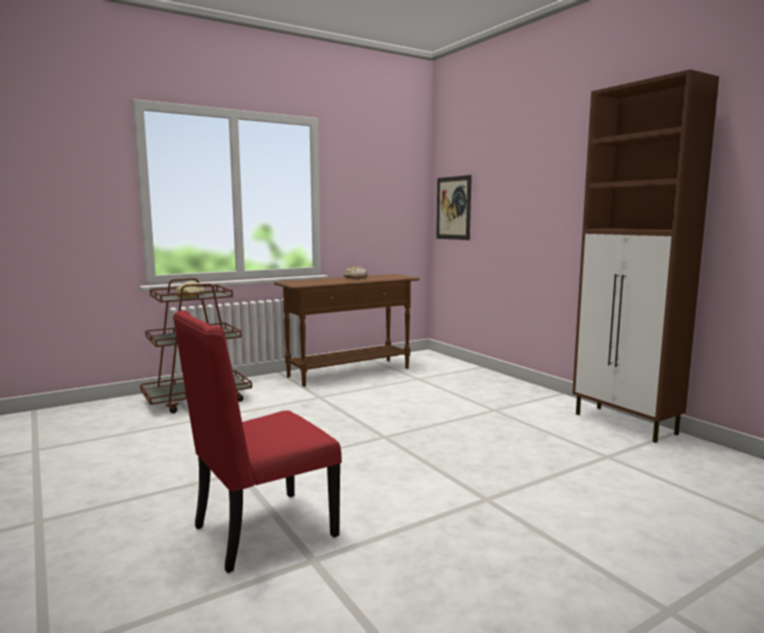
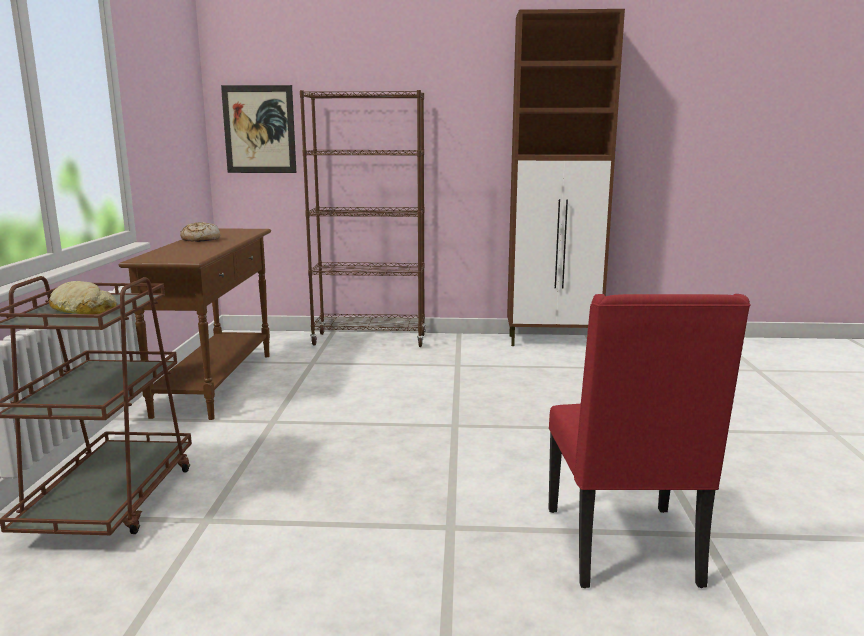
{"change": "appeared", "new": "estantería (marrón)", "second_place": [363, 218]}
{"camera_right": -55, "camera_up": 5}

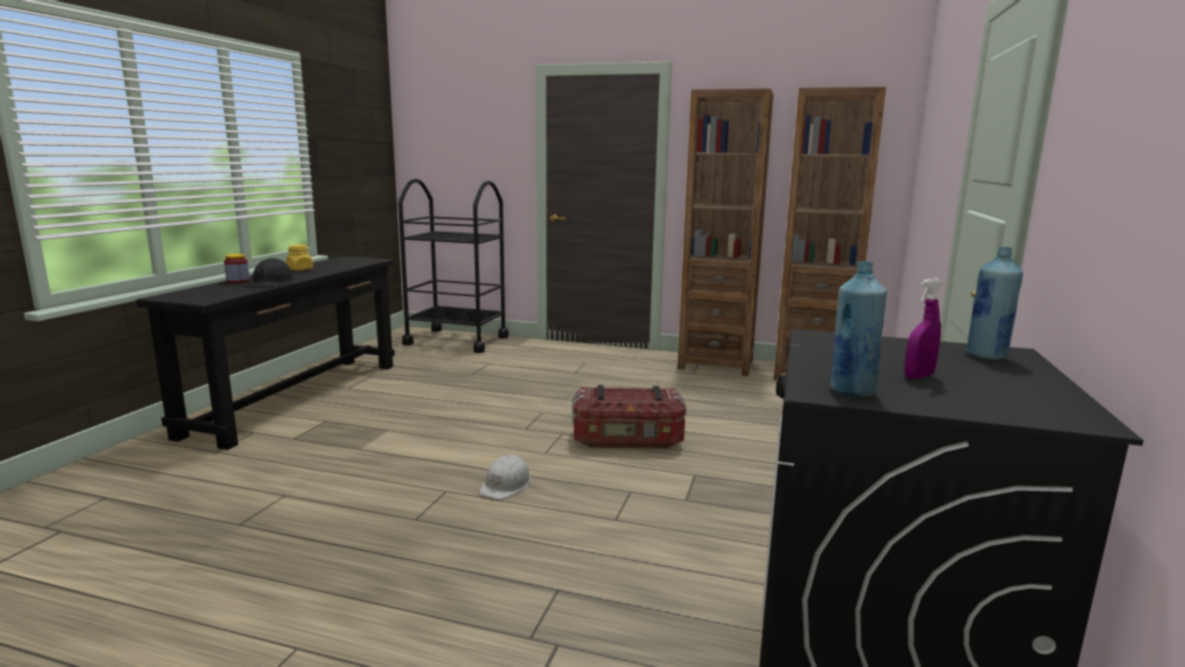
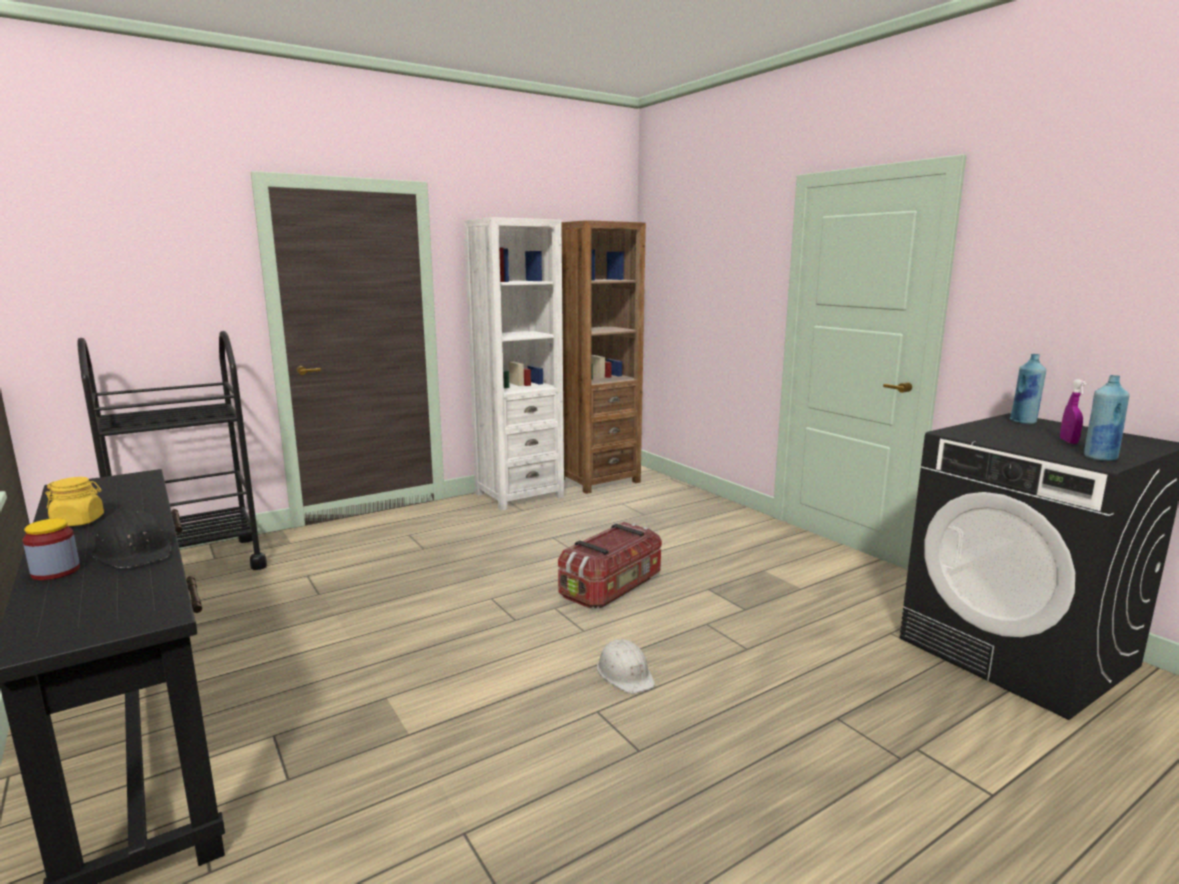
{"change": "colour", "old": "estantería (marrón)", "new": "estantería (blanco)", "first_place": [725, 232], "second_place": [514, 364]}
{"camera_right": -50, "camera_up": 0}

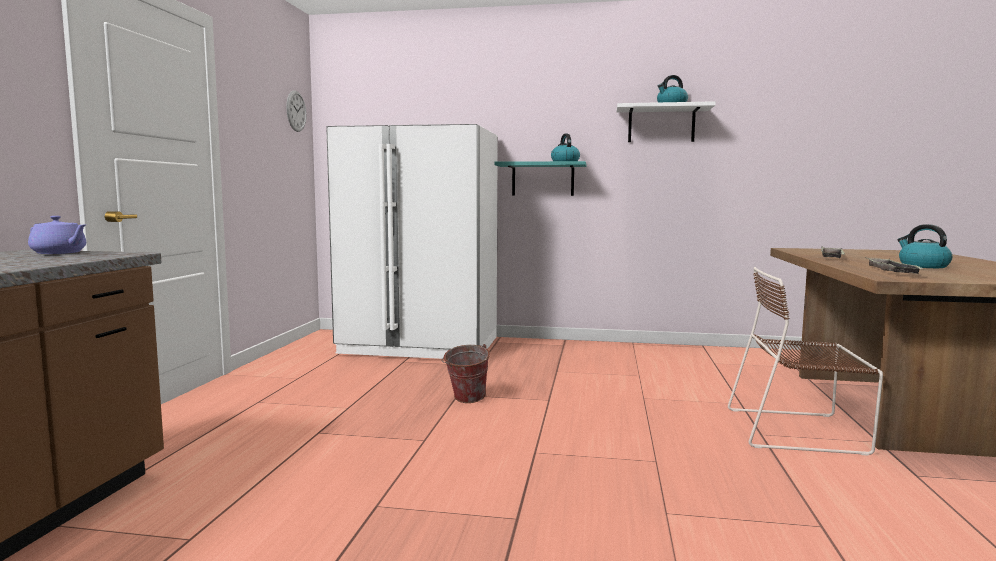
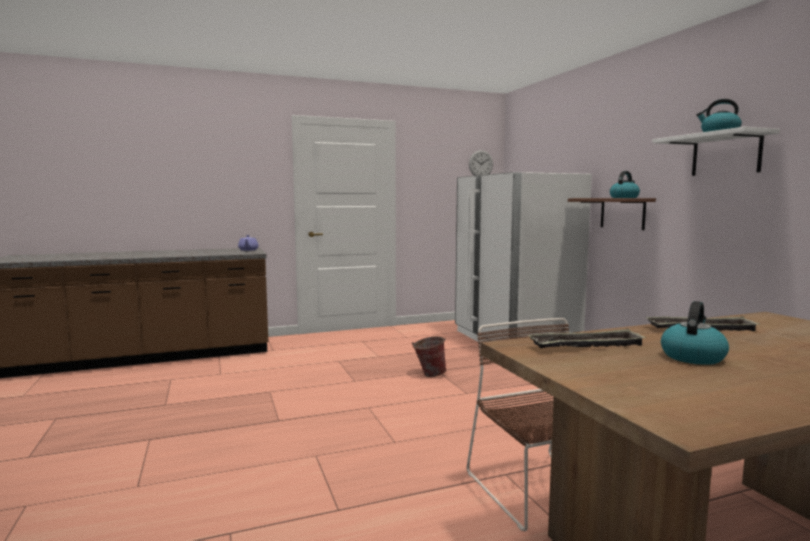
{"change": "colour", "old": "estante (turquesa)", "new": "estante (marrón)", "first_place": [541, 178], "second_place": [612, 214]}
{"camera_right": 60, "camera_up": 0}

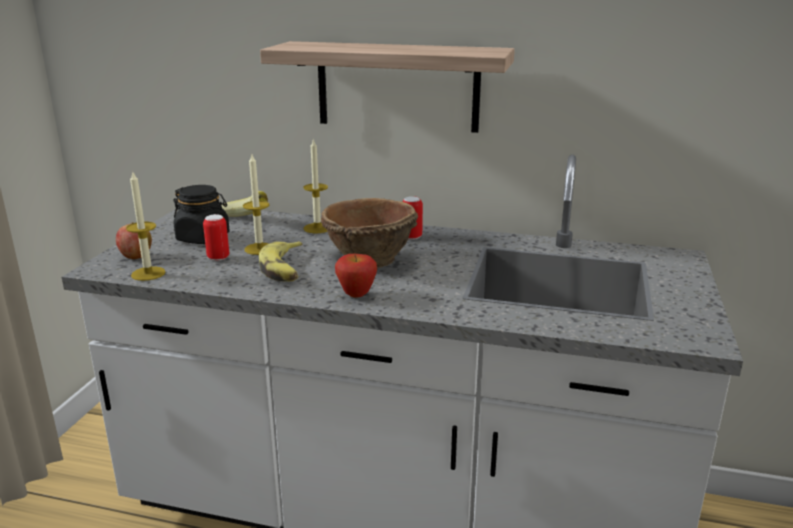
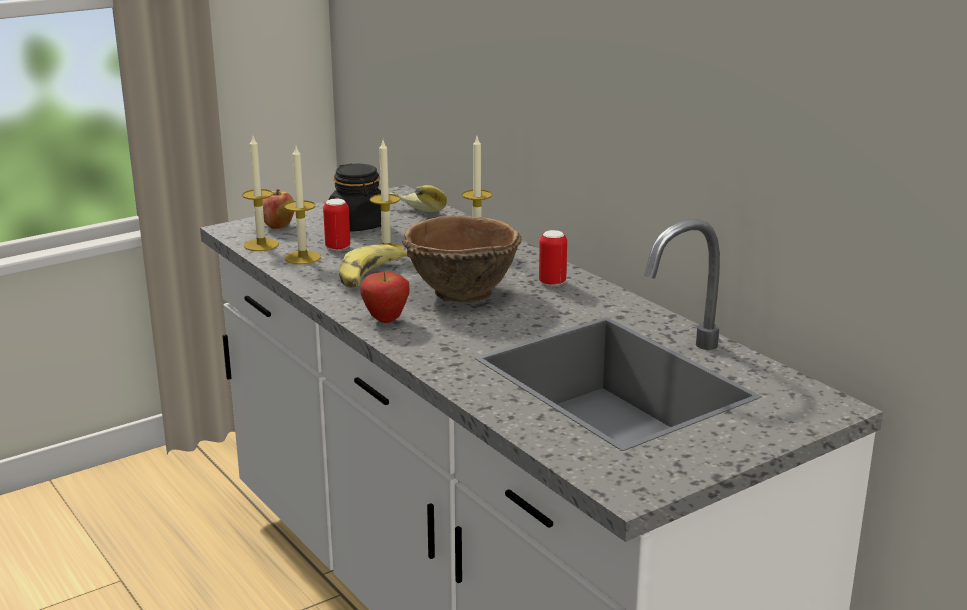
{"change": "missing", "old": "estante", "first_place": [387, 87]}
{"change": "appeared", "new": "vela", "second_place": [302, 205]}
{"camera_right": 40, "camera_up": 0}

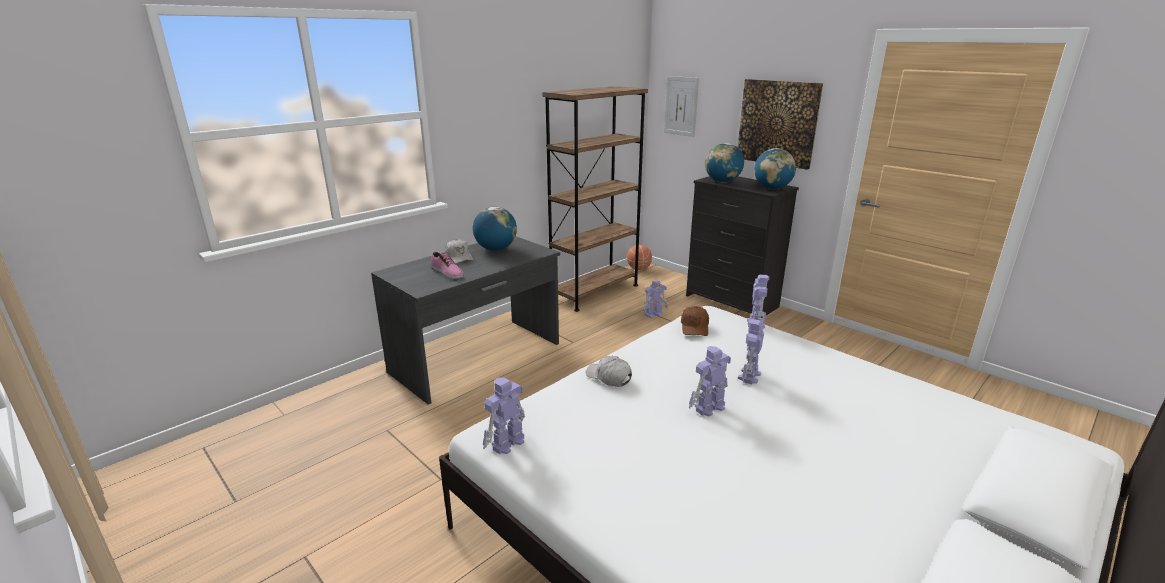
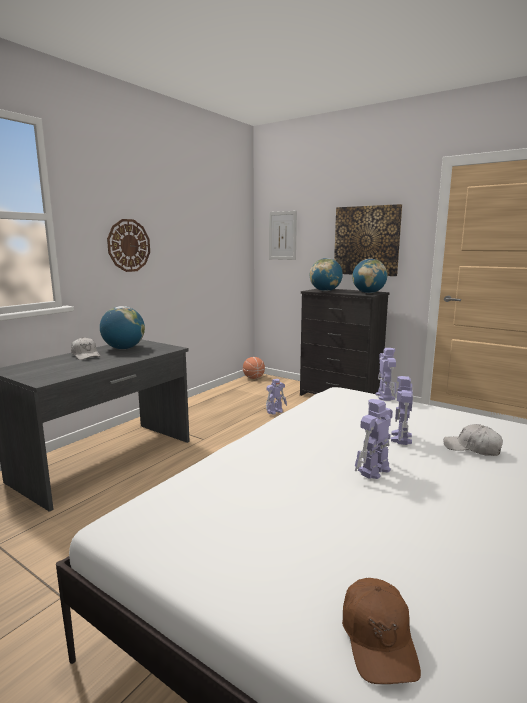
{"change": "missing", "old": "zapato", "first_place": [447, 265]}
{"change": "missing", "old": "robot de juguete", "first_place": [504, 416]}
{"change": "missing", "old": "estantería (marrón)", "first_place": [595, 199]}
{"change": "appeared", "new": "reloj de pared", "second_place": [128, 245]}
{"change": "relocated", "old": "gorra (blanco)", "first_place": [609, 371], "second_place": [473, 440]}
{"change": "relocated", "old": "gorra (marrón)", "first_place": [695, 321], "second_place": [381, 631]}
{"camera_right": -10, "camera_up": -10}

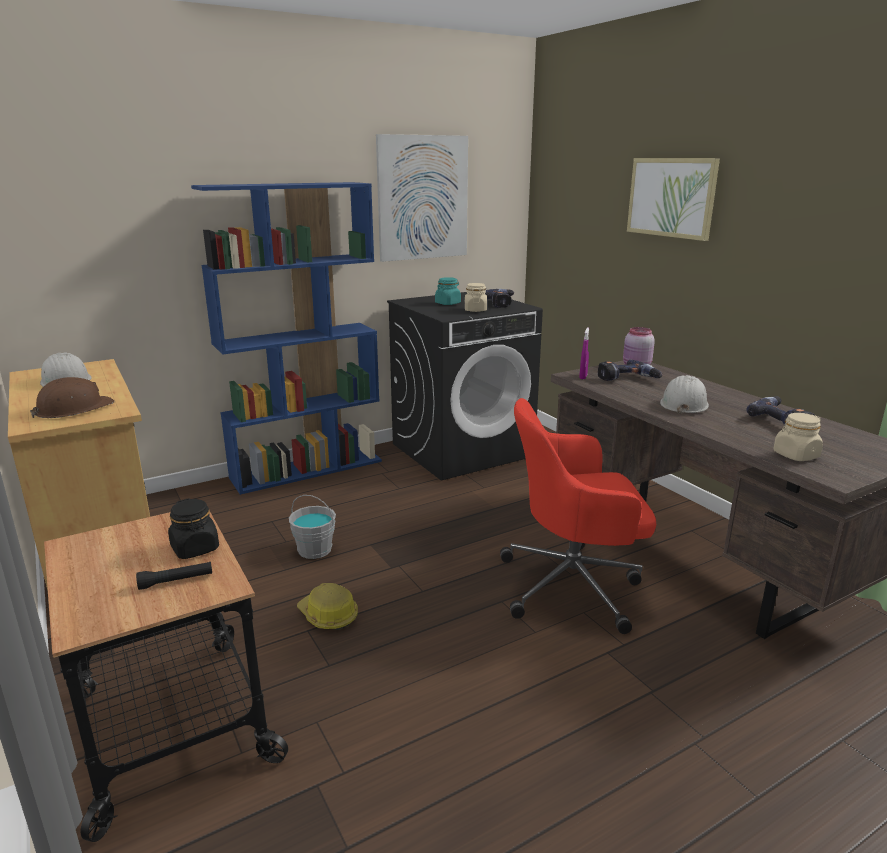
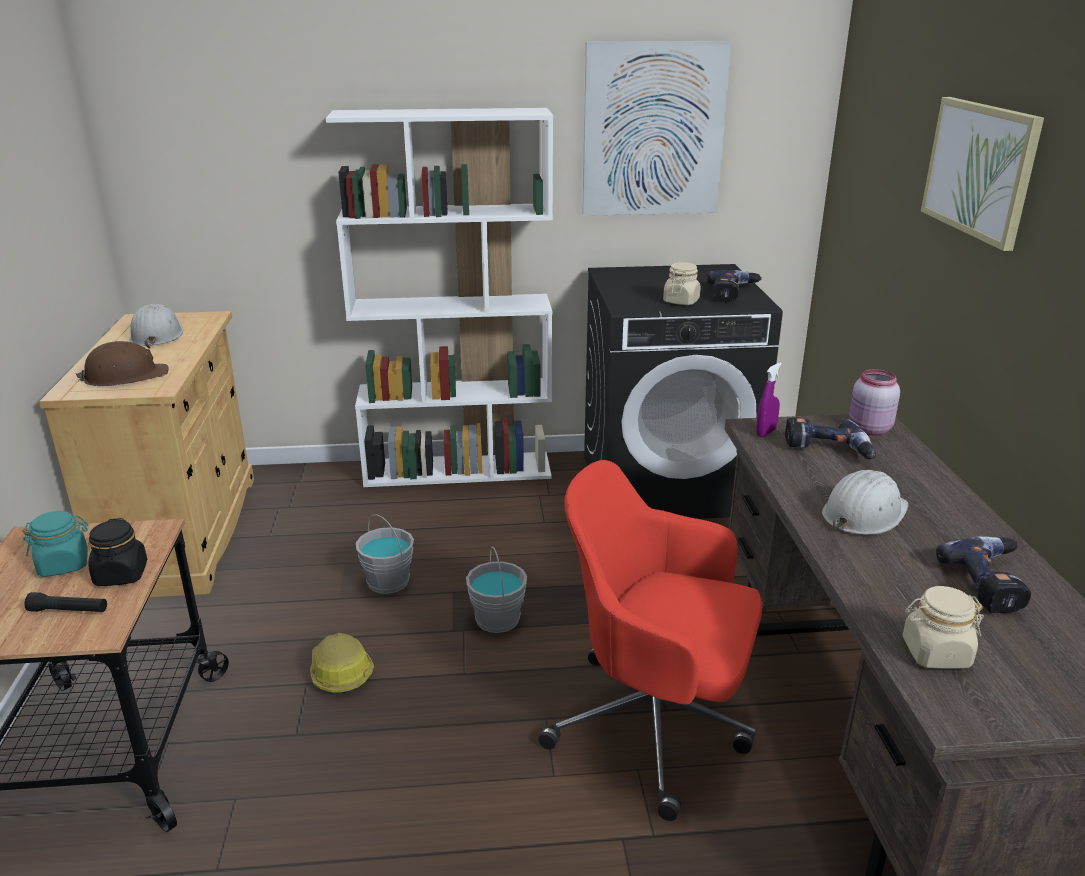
{"change": "appeared", "new": "cubo (gris)", "second_place": [496, 590]}
{"change": "relocated", "old": "tarro (turquesa)", "first_place": [448, 291], "second_place": [55, 544]}
{"change": "colour", "old": "estantería (azul)", "new": "estantería (blanco)", "first_place": [286, 338], "second_place": [439, 297]}
{"camera_right": 25, "camera_up": 5}

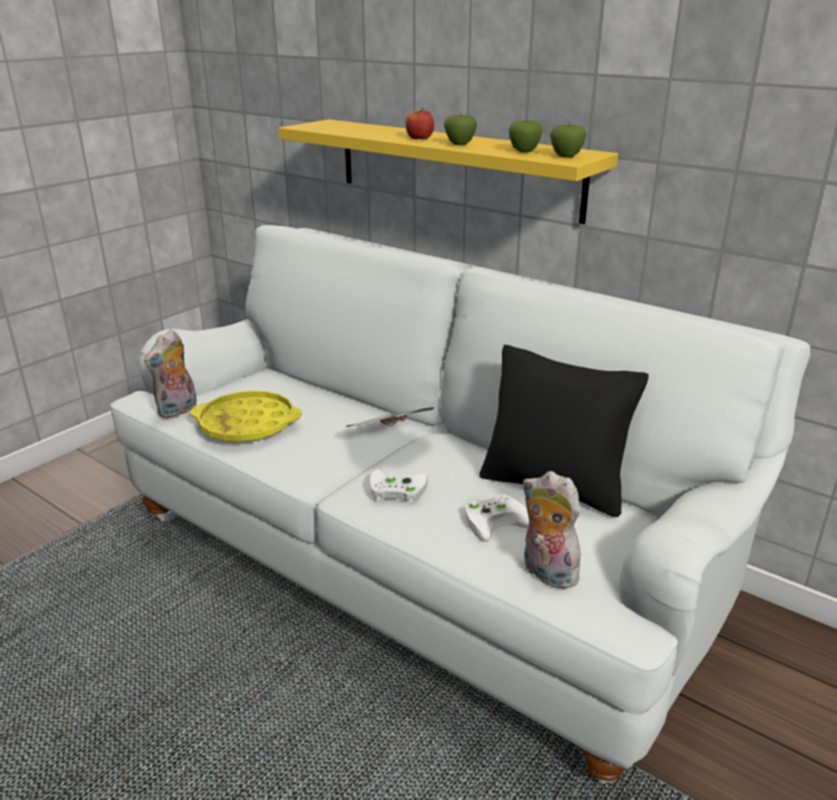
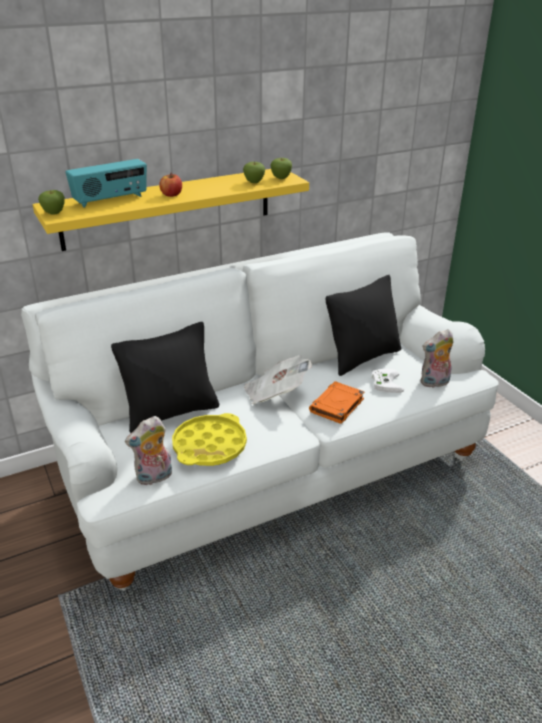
{"change": "appeared", "new": "radio", "second_place": [106, 183]}
{"change": "appeared", "new": "cojín (negro)", "second_place": [165, 377]}
{"change": "relocated", "old": "manzana", "first_place": [460, 129], "second_place": [51, 202]}
{"change": "exchanged", "old": "mando de consola (blanco)", "new": "libro (naranja)", "first_place": [399, 486], "second_place": [337, 402]}
{"change": "spun", "old": "peluche", "first_place": [170, 374], "second_place": [148, 450], "degrees": 90}
{"camera_right": -65, "camera_up": 5}

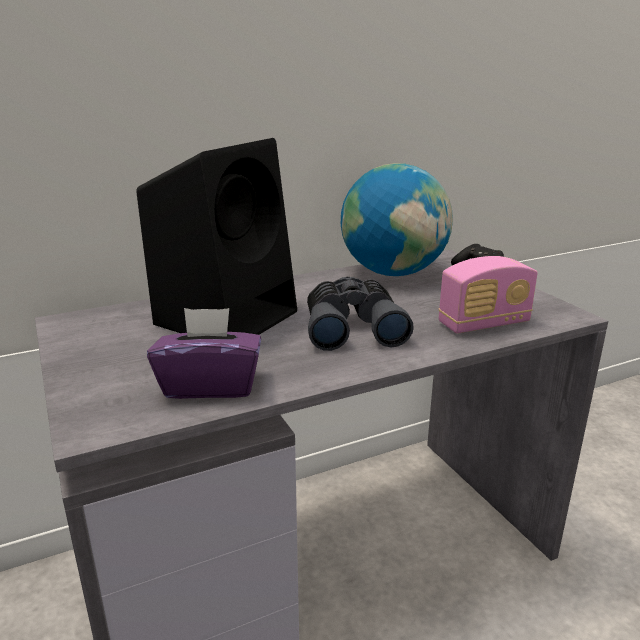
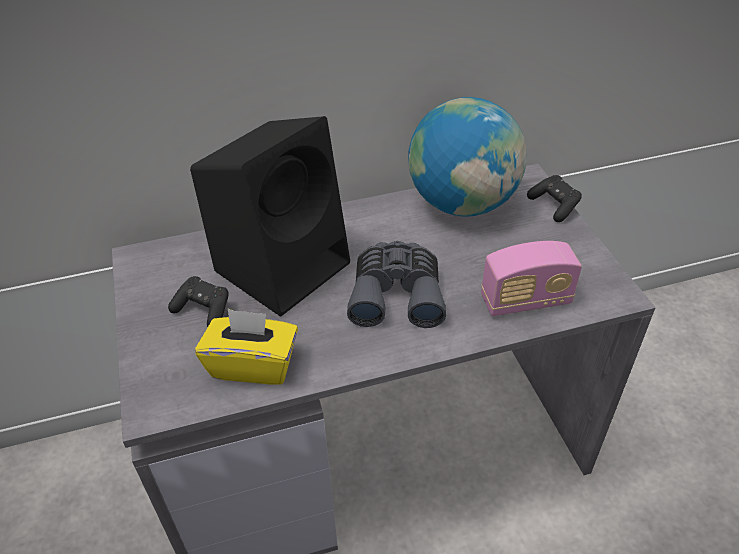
{"change": "appeared", "new": "mando de consola (negro)", "second_place": [198, 301]}
{"change": "colour", "old": "caja de pañuelos (morado)", "new": "caja de pañuelos (amarillo)", "first_place": [204, 353], "second_place": [246, 347]}
{"camera_right": 10, "camera_up": 20}

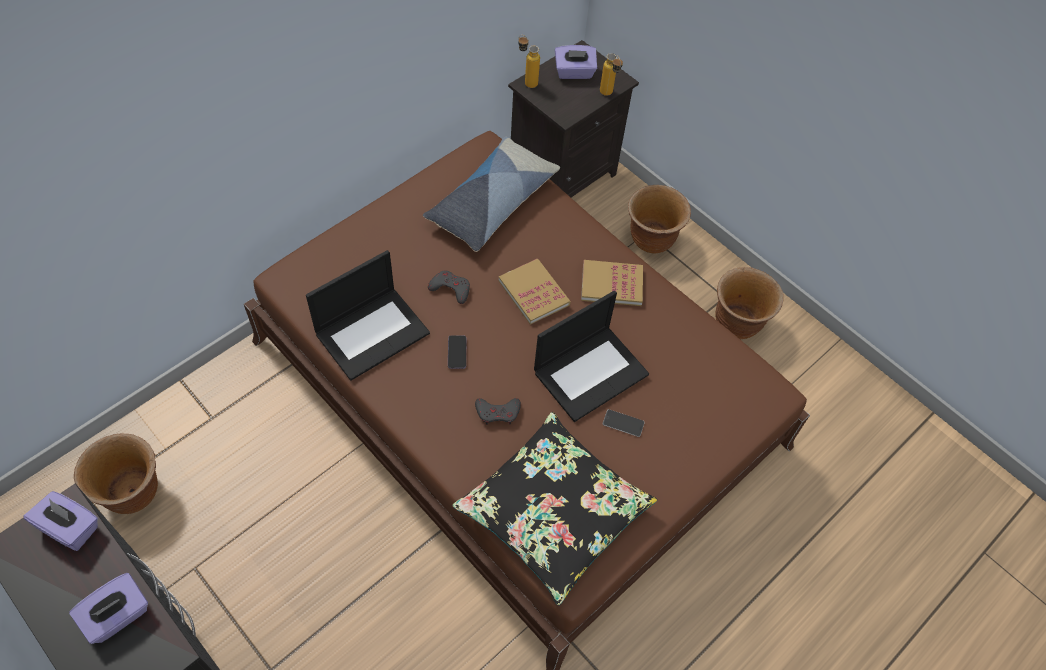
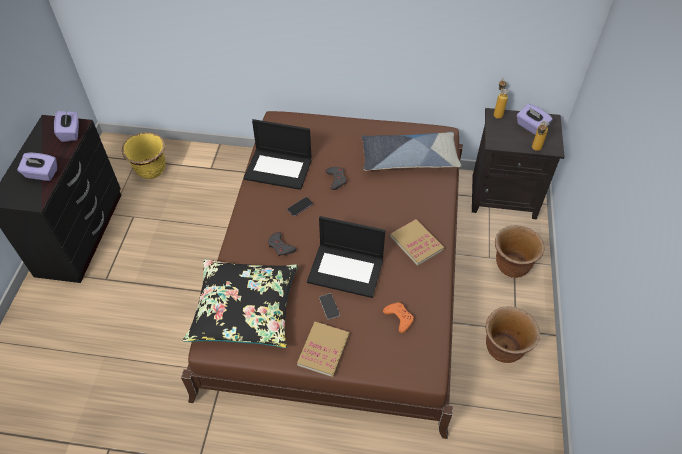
{"change": "appeared", "new": "mando de consola (naranja)", "second_place": [398, 317]}
{"change": "relocated", "old": "libro", "first_place": [535, 292], "second_place": [323, 349]}
{"change": "colour", "old": "maceta (marrón)", "new": "maceta (amarillo)", "first_place": [116, 473], "second_place": [143, 155]}
{"camera_right": 55, "camera_up": -5}

